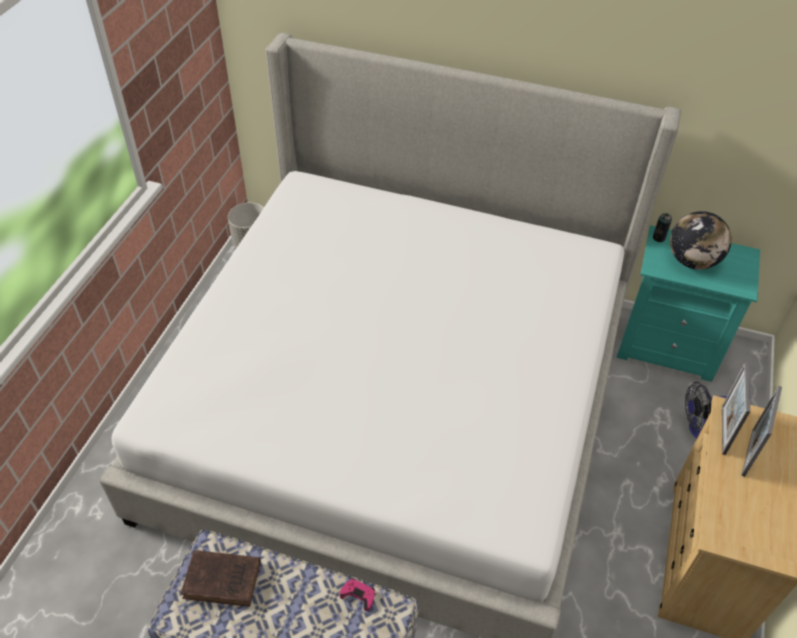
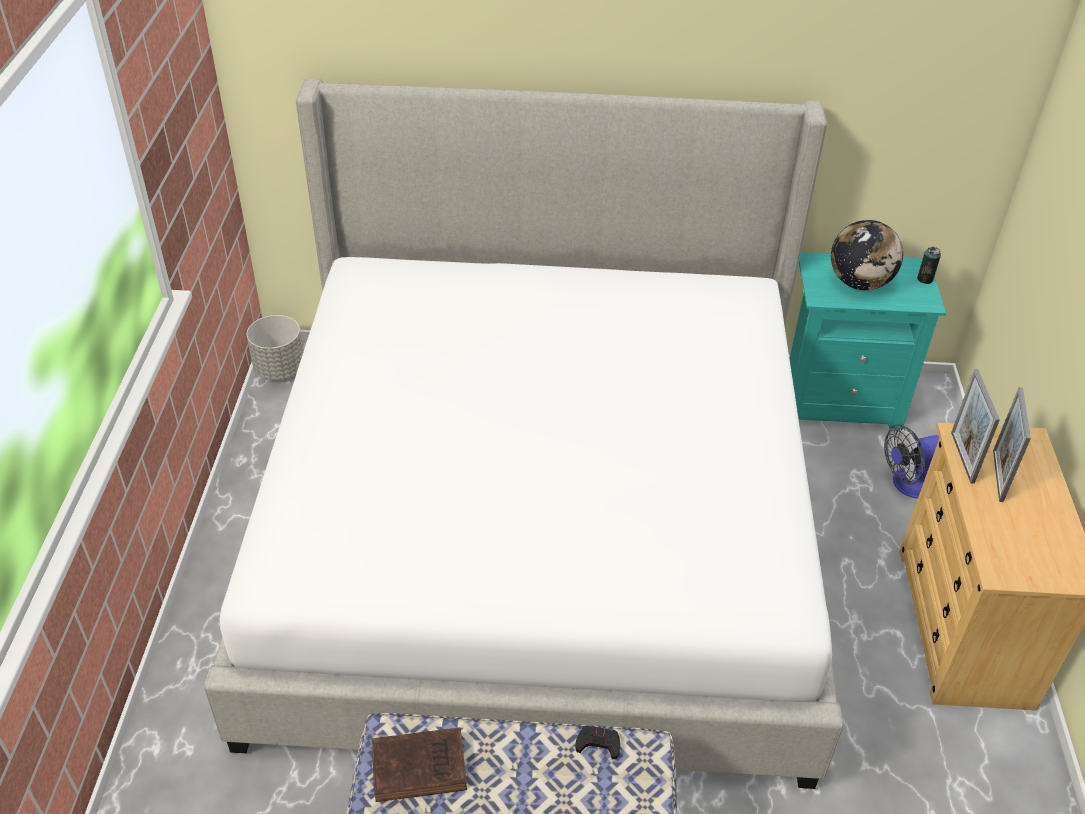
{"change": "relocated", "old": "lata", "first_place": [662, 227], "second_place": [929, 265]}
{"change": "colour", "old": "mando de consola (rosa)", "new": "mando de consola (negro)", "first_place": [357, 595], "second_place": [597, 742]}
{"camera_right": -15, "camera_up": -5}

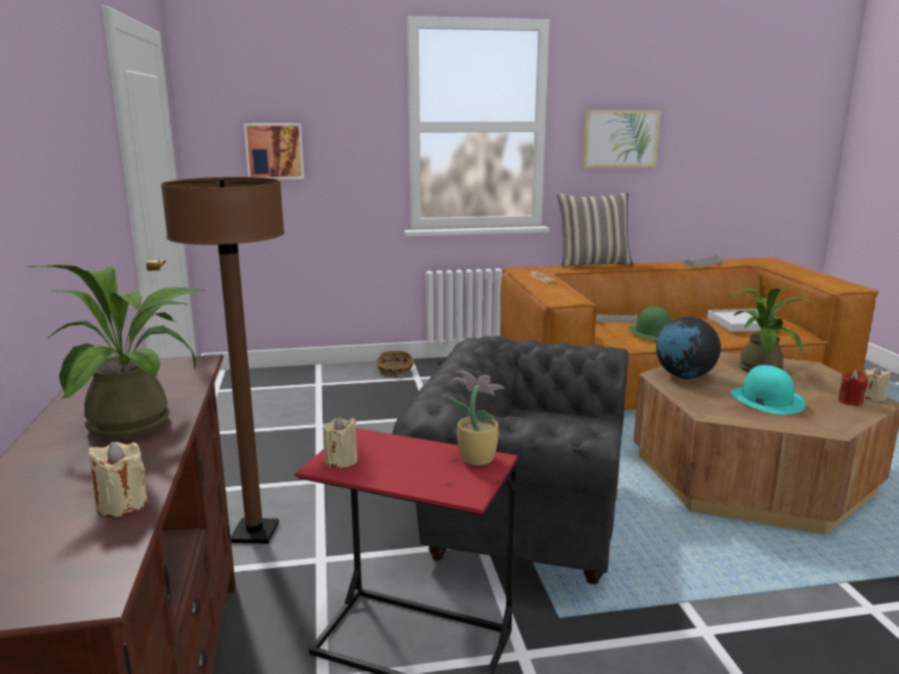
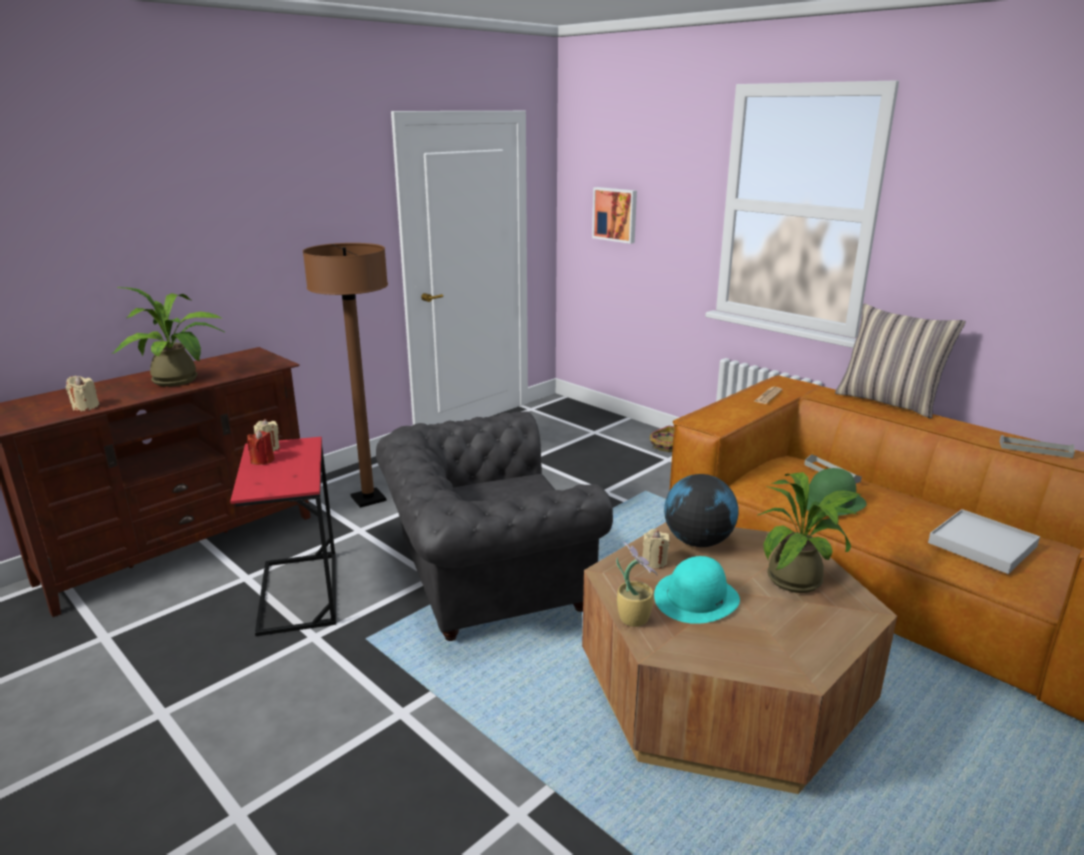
{"change": "missing", "old": "cuadro", "first_place": [621, 139]}
{"change": "relocated", "old": "planta en maceta", "first_place": [477, 418], "second_place": [637, 584]}
{"change": "relocated", "old": "vela (rojo)", "first_place": [853, 388], "second_place": [260, 447]}
{"change": "relocated", "old": "vela (beis)", "first_place": [877, 383], "second_place": [656, 549]}
{"change": "spun", "old": "sillón (gris)", "first_place": [510, 460], "second_place": [494, 526], "degrees": -90}
{"camera_right": 55, "camera_up": 5}

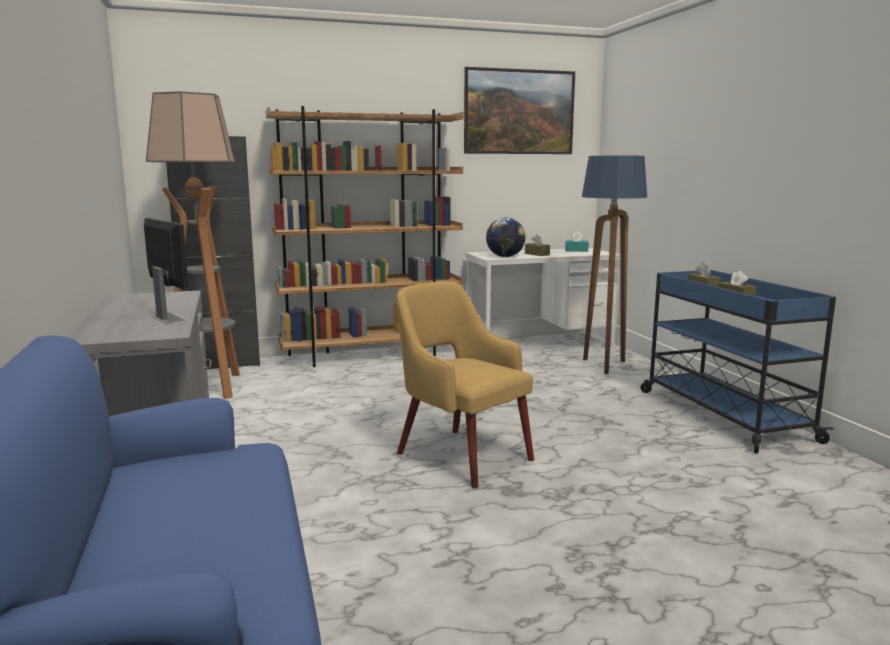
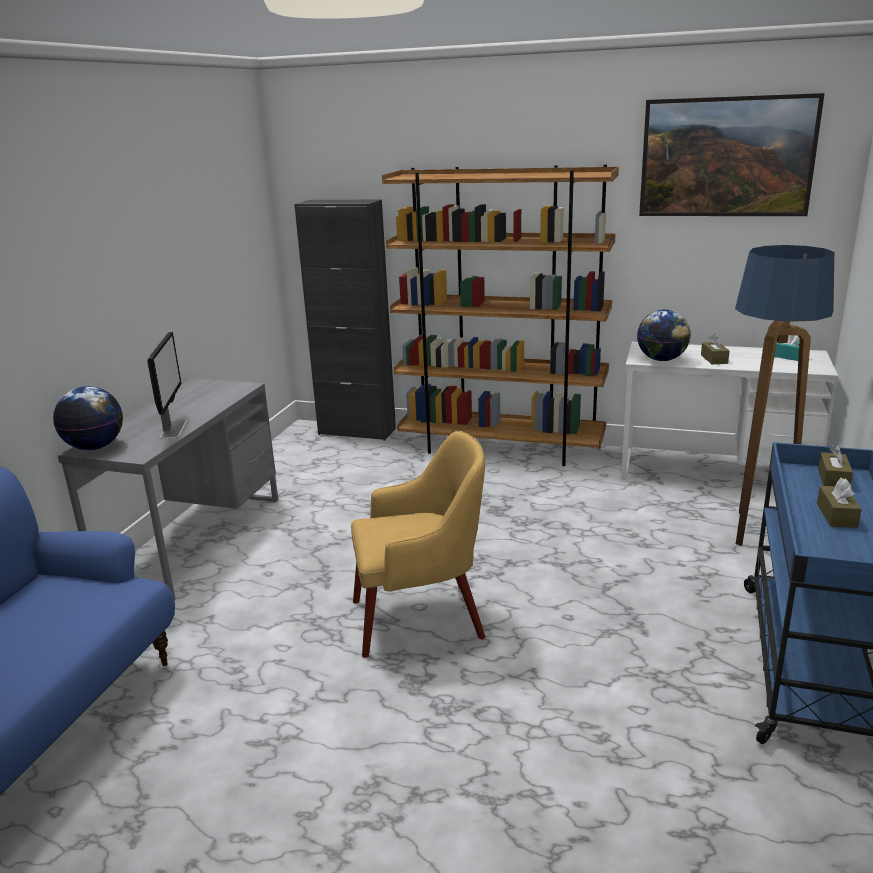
{"change": "missing", "old": "lámpara de pie", "first_place": [193, 245]}
{"change": "appeared", "new": "globo terráqueo", "second_place": [88, 418]}
{"change": "spun", "old": "sillón (amarillo)", "first_place": [465, 384], "second_place": [418, 544], "degrees": 90}
{"camera_right": 35, "camera_up": 10}

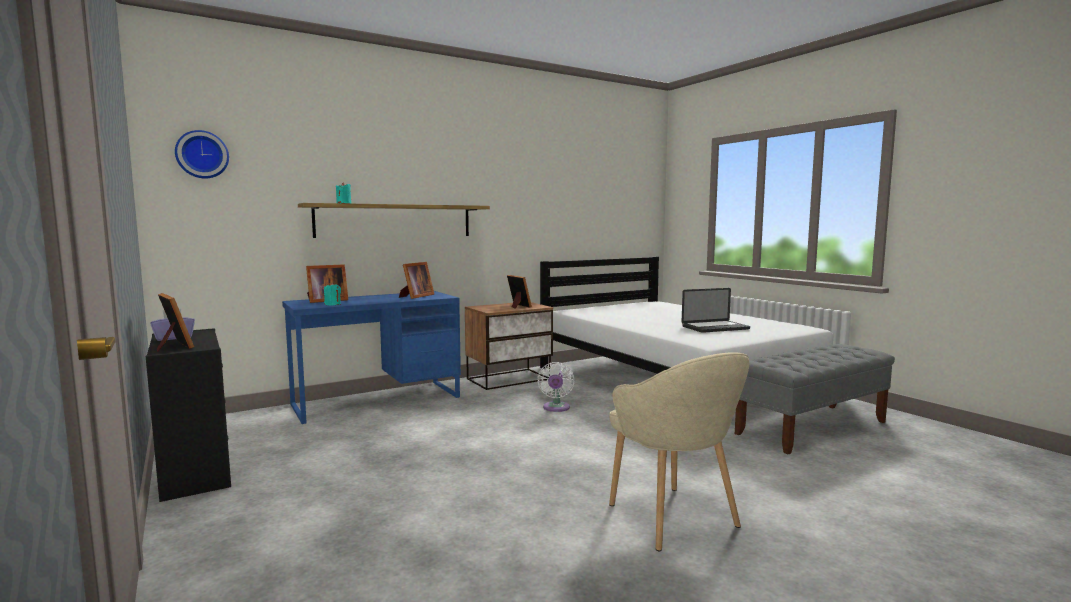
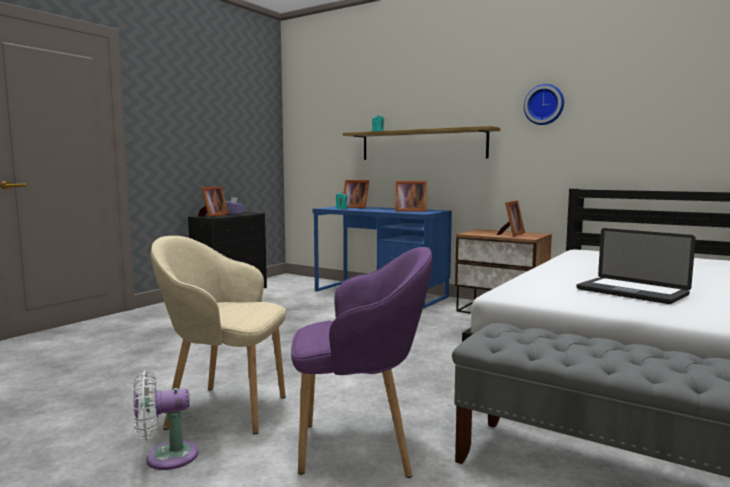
{"change": "appeared", "new": "sillón (morado)", "second_place": [362, 362]}
{"change": "relocated", "old": "reloj de pared", "first_place": [202, 154], "second_place": [544, 104]}
{"change": "relocated", "old": "ventilador (blanco)", "first_place": [556, 387], "second_place": [165, 420]}
{"change": "spun", "old": "sillón (beis)", "first_place": [679, 451], "second_place": [218, 335], "degrees": 60}
{"camera_right": 65, "camera_up": 0}

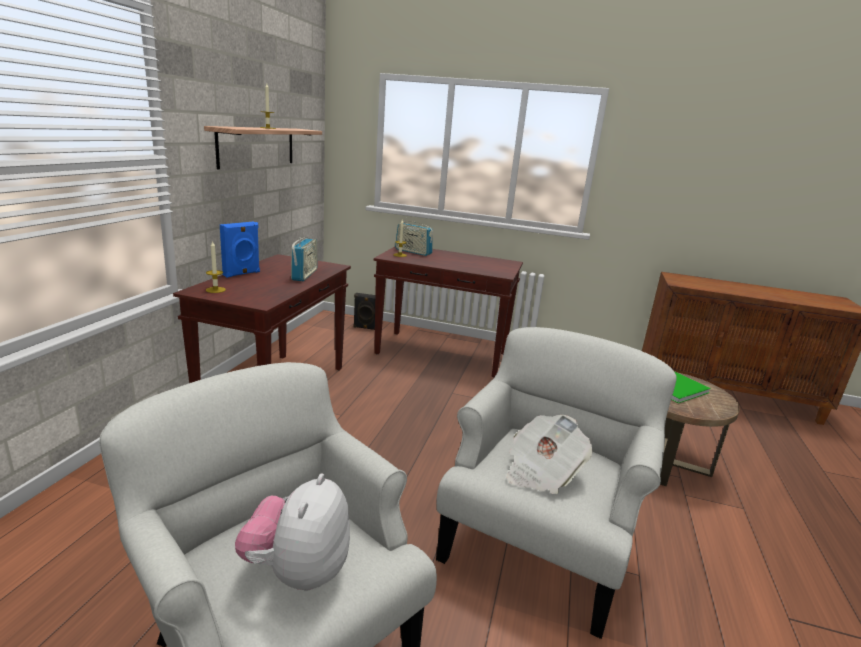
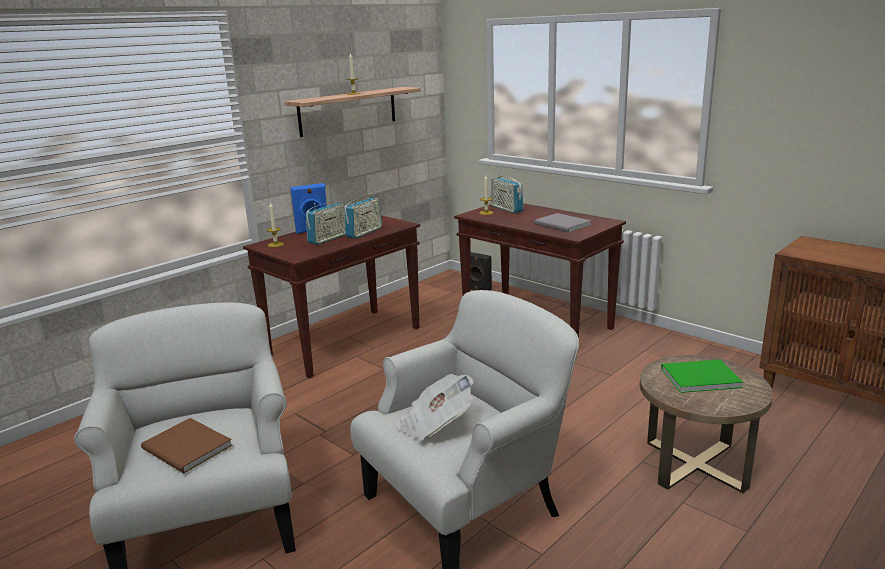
{"change": "appeared", "new": "radio", "second_place": [325, 223]}
{"change": "appeared", "new": "libro (gris)", "second_place": [562, 222]}
{"change": "exchanged", "old": "peluche", "new": "libro (marrón)", "first_place": [292, 532], "second_place": [187, 445]}
{"camera_right": 30, "camera_up": 0}

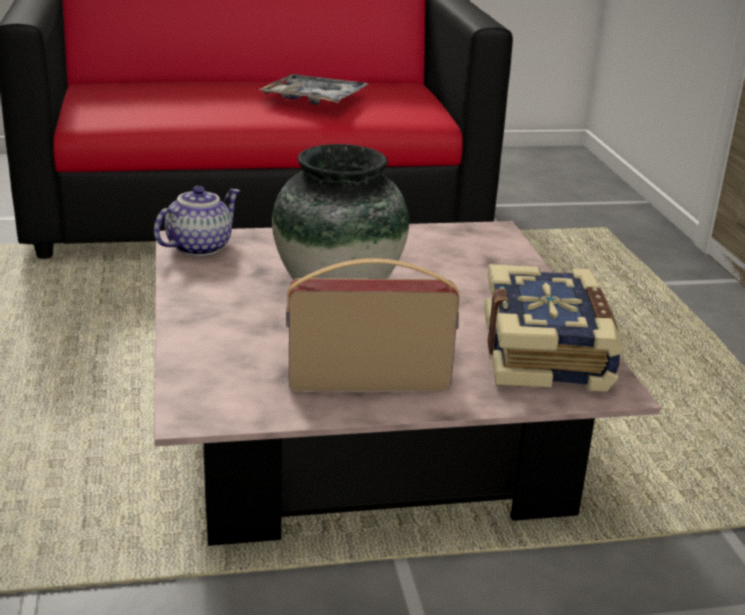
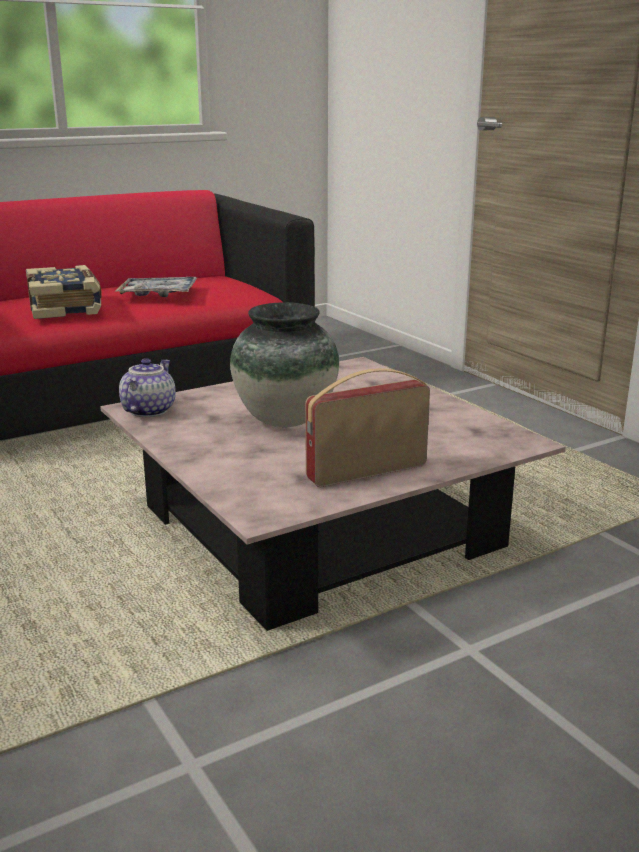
{"change": "relocated", "old": "libro", "first_place": [553, 327], "second_place": [64, 292]}
{"camera_right": -20, "camera_up": -5}

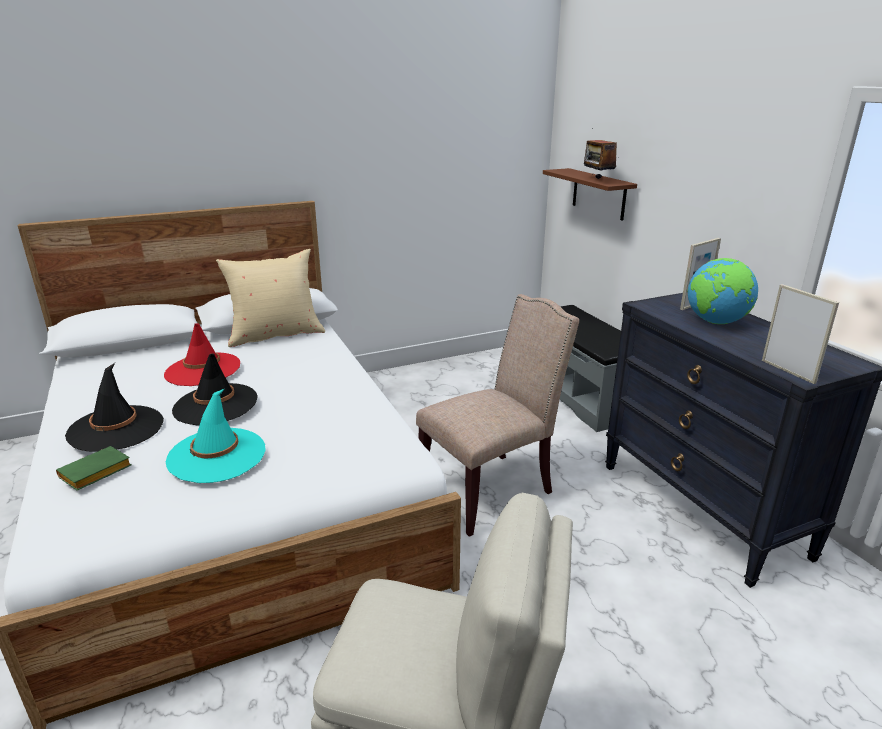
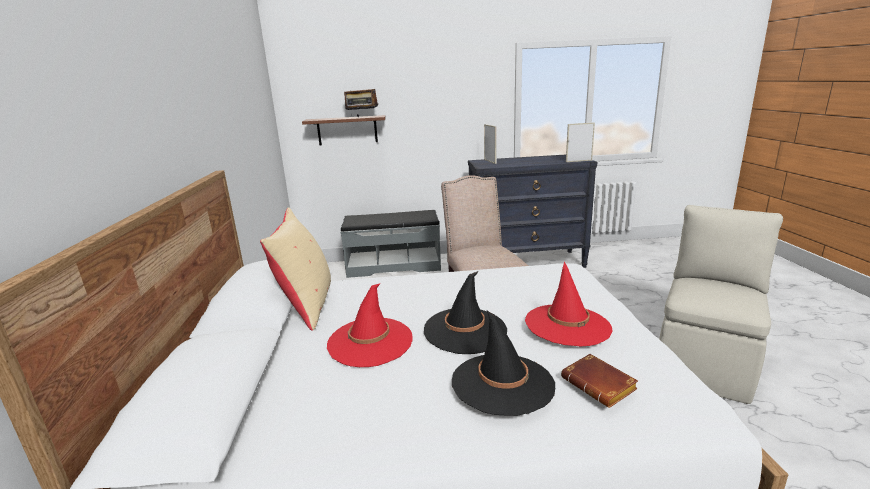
{"change": "missing", "old": "globo terráqueo", "first_place": [722, 291]}
{"change": "colour", "old": "libro (verde)", "new": "libro (marrón)", "first_place": [94, 468], "second_place": [599, 381]}
{"change": "colour", "old": "sombrero (turquesa)", "new": "sombrero (rojo)", "first_place": [216, 436], "second_place": [569, 304]}
{"camera_right": -70, "camera_up": -5}

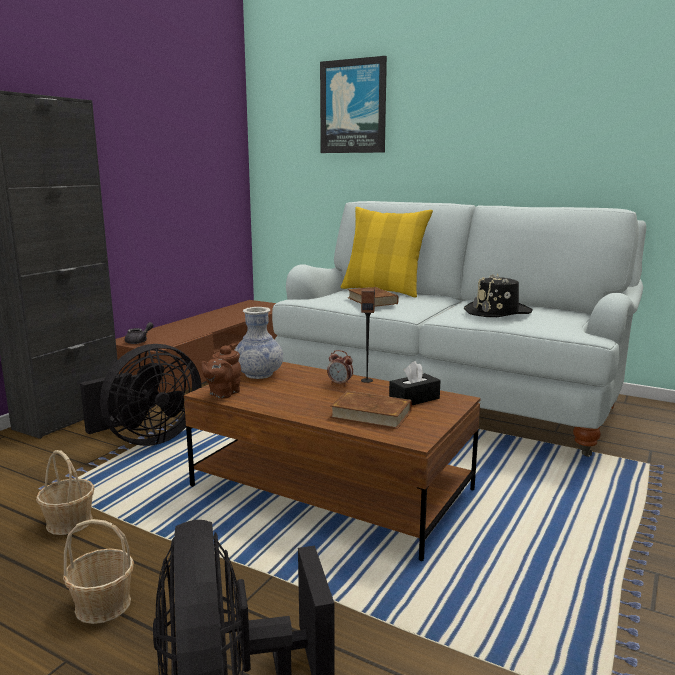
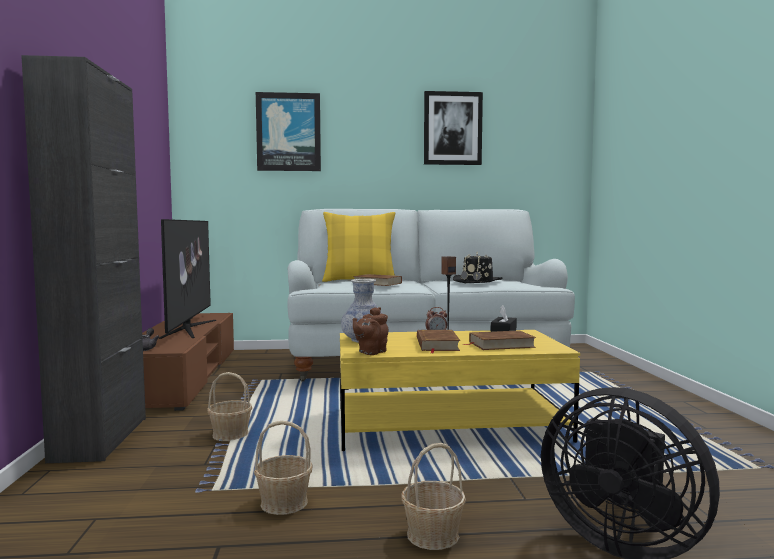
{"change": "appeared", "new": "televisor", "second_place": [187, 279]}
{"change": "appeared", "new": "libro (marrón)", "second_place": [438, 341]}
{"change": "appeared", "new": "cuadro", "second_place": [453, 128]}
{"change": "exchanged", "old": "ventilador (negro)", "new": "cesta", "first_place": [141, 395], "second_place": [229, 406]}
{"change": "colour", "old": "mesa de centro (marrón)", "new": "mesa de centro (amarillo)", "first_place": [332, 461], "second_place": [460, 390]}
{"change": "spun", "old": "tetera (marrón)", "first_place": [221, 371], "second_place": [370, 331], "degrees": 45}
{"camera_right": -35, "camera_up": -10}

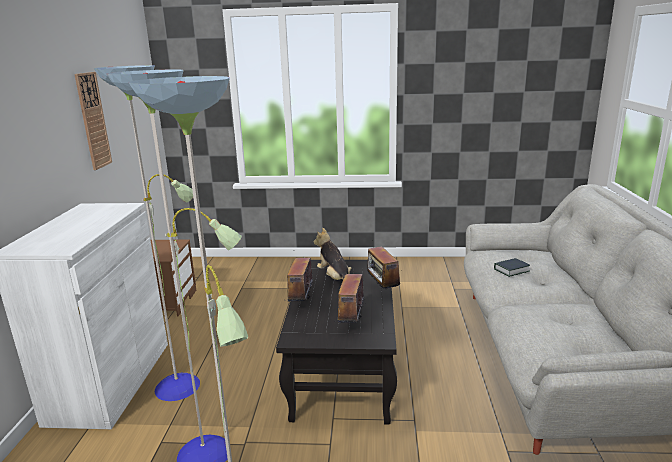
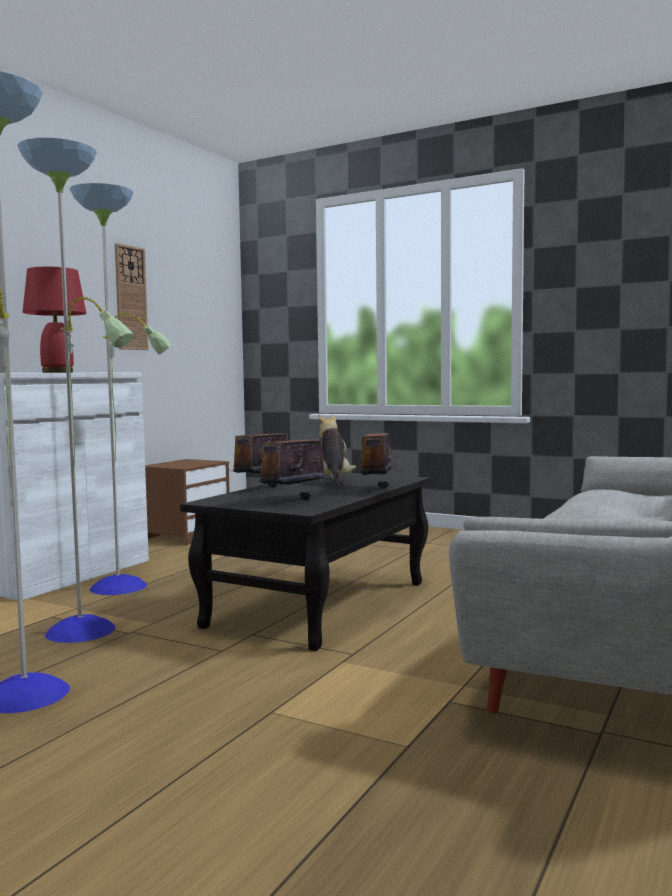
{"change": "missing", "old": "libro", "first_place": [512, 267]}
{"change": "appeared", "new": "lámpara de mesa (rojo)", "second_place": [54, 320]}
{"camera_right": 25, "camera_up": -15}

